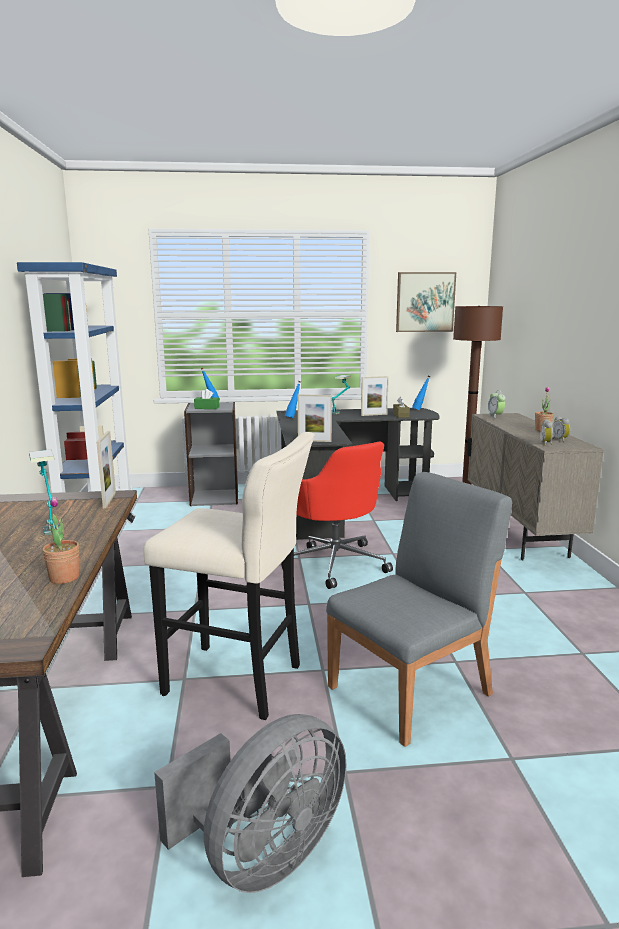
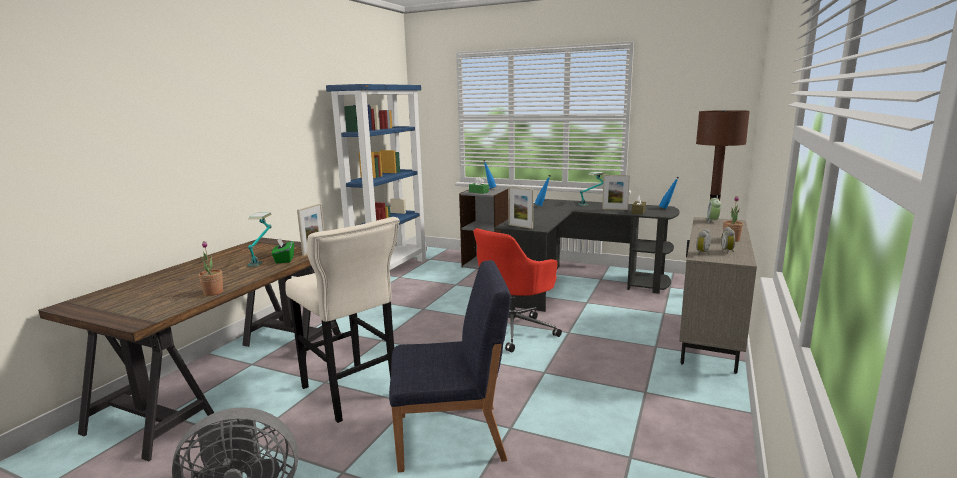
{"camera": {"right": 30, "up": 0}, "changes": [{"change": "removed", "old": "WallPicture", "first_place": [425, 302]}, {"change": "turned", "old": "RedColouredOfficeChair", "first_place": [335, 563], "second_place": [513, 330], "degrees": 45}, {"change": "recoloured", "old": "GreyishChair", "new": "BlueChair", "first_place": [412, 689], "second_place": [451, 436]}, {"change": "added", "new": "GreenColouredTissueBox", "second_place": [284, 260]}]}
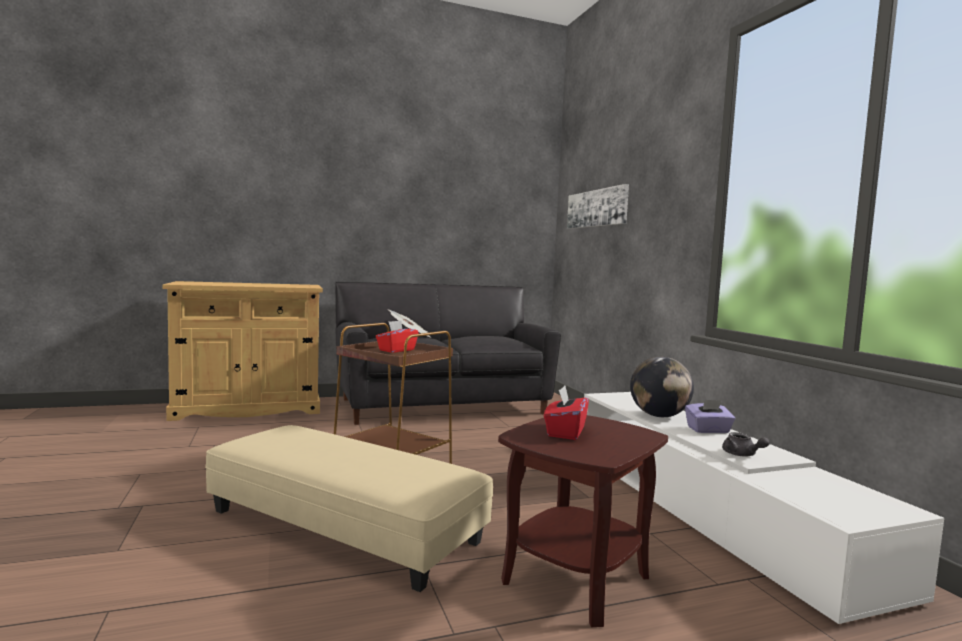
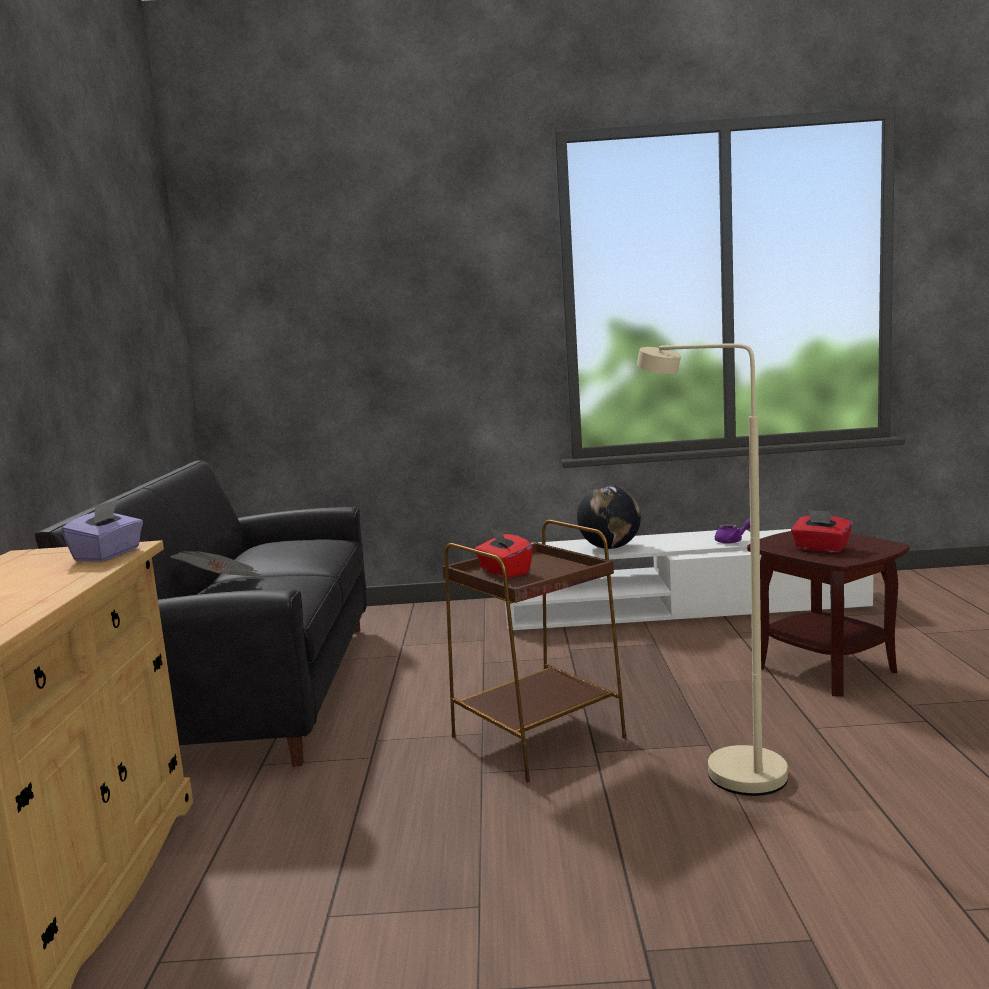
{"camera": {"right": -70, "up": 5}, "changes": [{"change": "removed", "old": "WallPicture", "first_place": [597, 208]}, {"change": "moved", "old": "PurpleColouredTissueBox", "first_place": [708, 430], "second_place": [108, 555]}, {"change": "replaced", "old": "BeigeColouredPouffe", "new": "BeigeColouredFloorLamp", "first_place": [343, 526], "second_place": [726, 769]}, {"change": "recoloured", "old": "GreyishPotForTea", "new": "PurpleColouredPotForTea", "first_place": [742, 455], "second_place": [733, 541]}]}
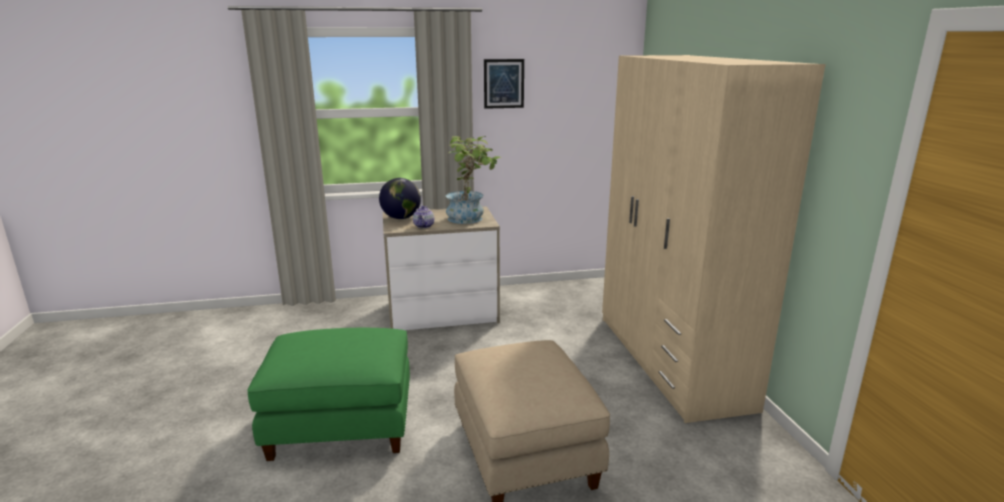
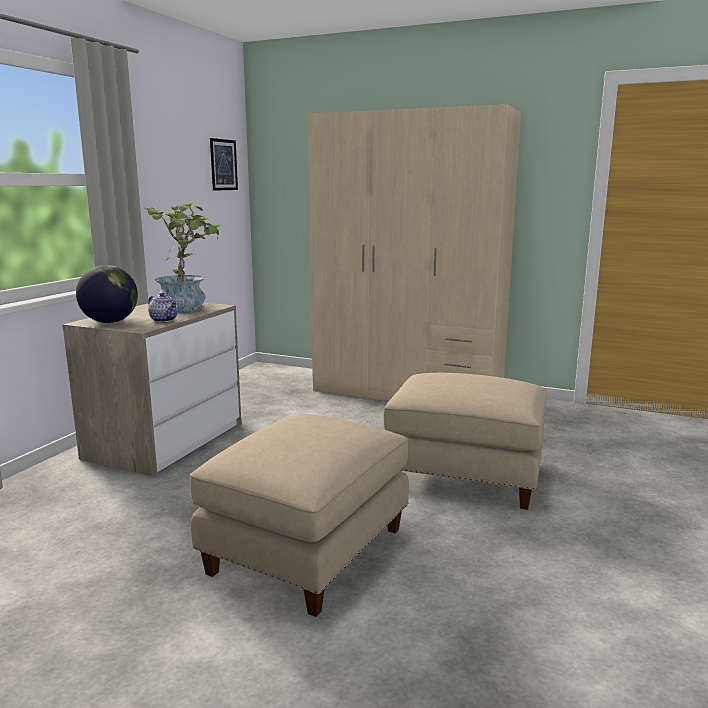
{"camera": {"right": -55, "up": -5}, "changes": [{"change": "moved", "old": "WallPicture", "first_place": [504, 83], "second_place": [223, 165]}, {"change": "recoloured", "old": "GreenColouredPouffe", "new": "BeigeColouredPouffe", "first_place": [342, 425], "second_place": [306, 549]}]}
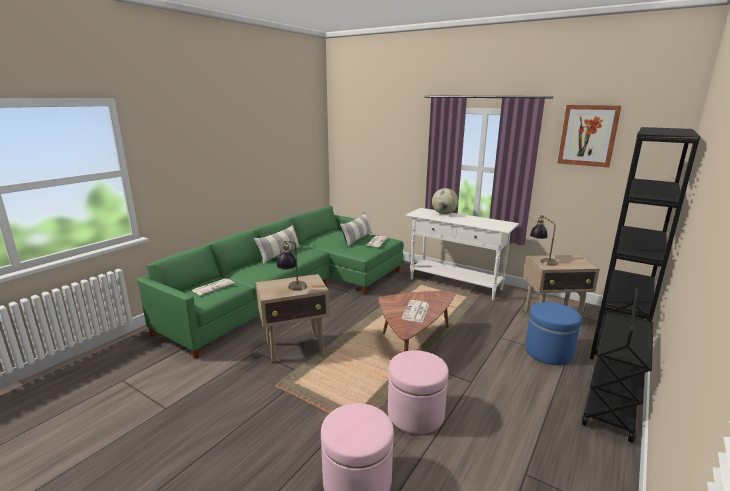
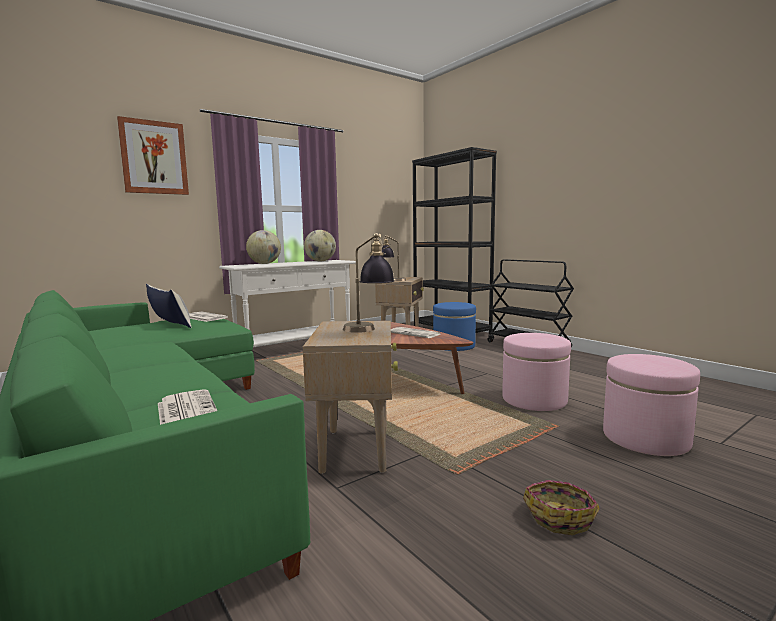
{"camera": {"right": -70, "up": -10}, "changes": [{"change": "moved", "old": "WallPicture", "first_place": [588, 135], "second_place": [154, 157]}, {"change": "removed", "old": "Pillow", "first_place": [279, 254]}, {"change": "added", "new": "Globe", "second_place": [320, 261]}, {"change": "added", "new": "HouseholdBasket", "second_place": [560, 516]}]}
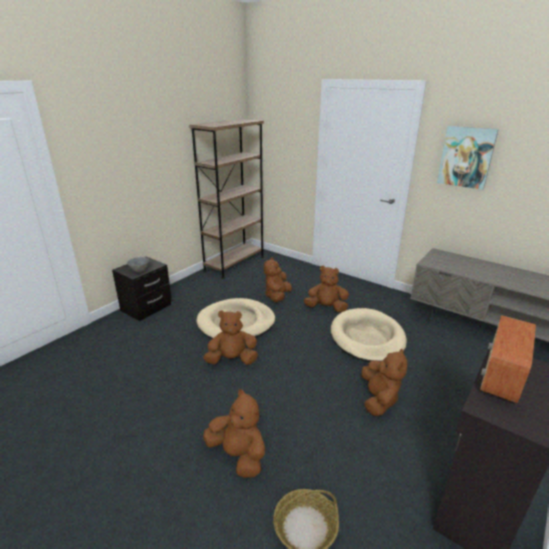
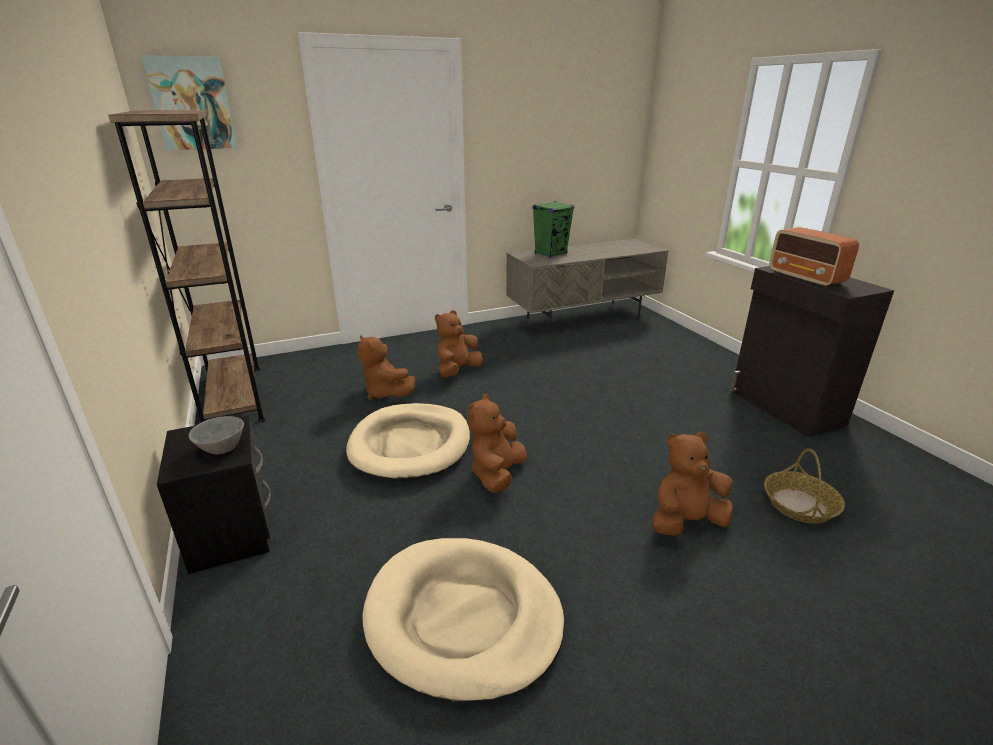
{"camera": {"right": -60, "up": 0}, "changes": [{"change": "moved", "old": "WallPicture", "first_place": [466, 157], "second_place": [192, 104]}, {"change": "moved", "old": "BeigeColouredDogCushion", "first_place": [367, 338], "second_place": [463, 619]}, {"change": "removed", "old": "BrownCuddlyToy", "first_place": [379, 399]}, {"change": "added", "new": "GreenColouredAudioSpeaker", "second_place": [551, 254]}]}
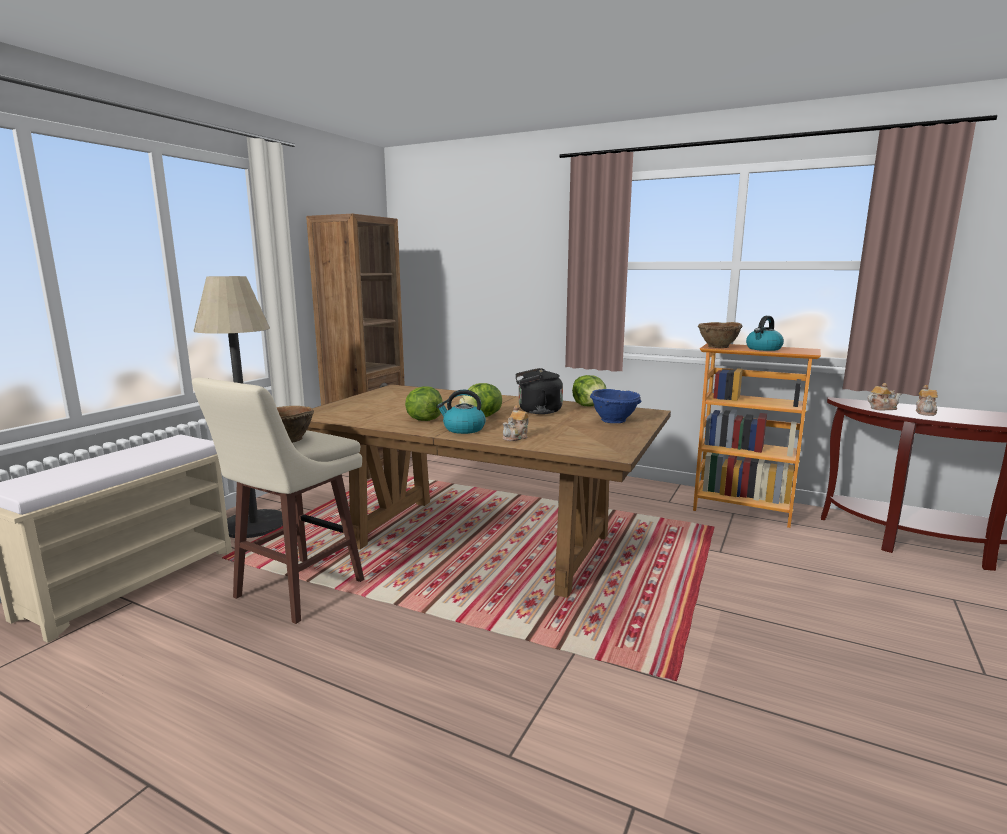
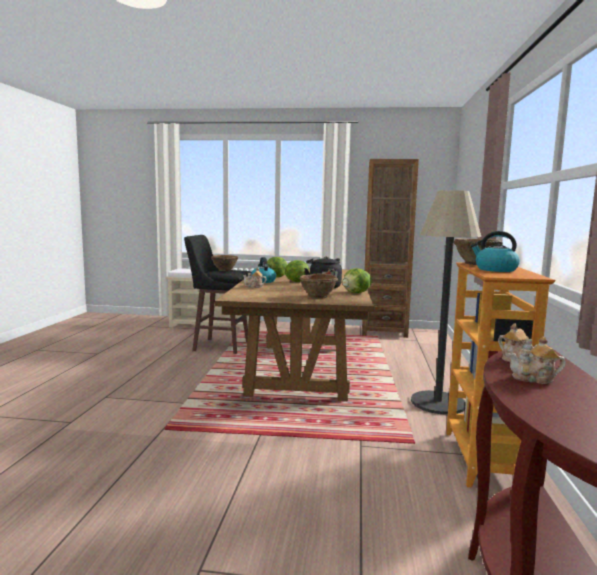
{"camera": {"right": 70, "up": -5}, "changes": [{"change": "moved", "old": "FloorLamp", "first_place": [254, 524], "second_place": [438, 403]}, {"change": "recoloured", "old": "BeigeColouredStool", "new": "BlackishStool", "first_place": [296, 590], "second_place": [220, 346]}, {"change": "recoloured", "old": "BlueBowl", "new": "BrownBowl", "first_place": [614, 420], "second_place": [318, 297]}]}
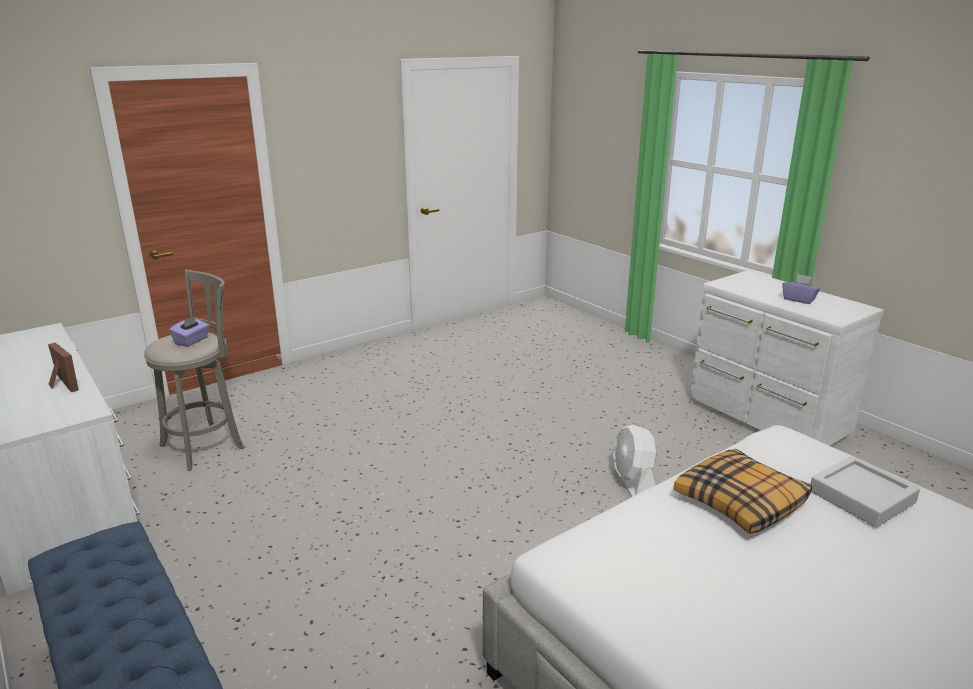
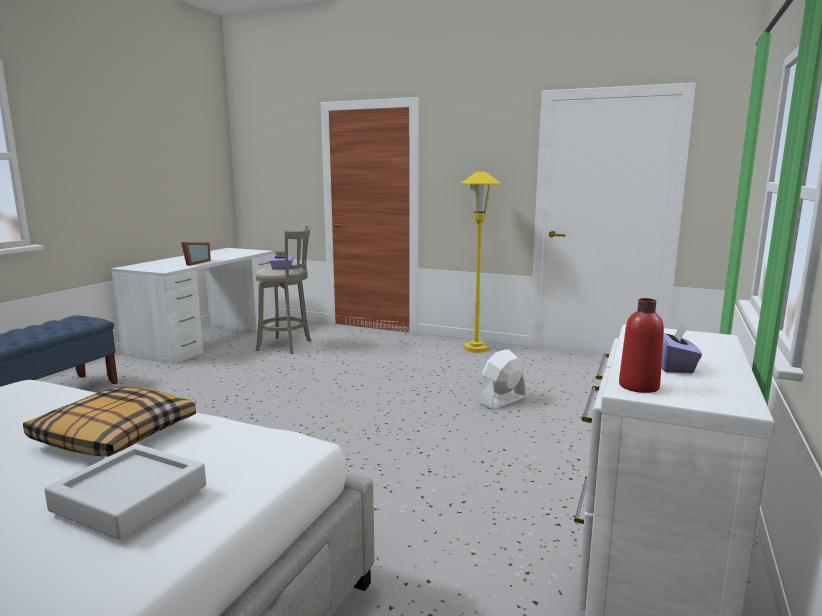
{"camera": {"right": 60, "up": -10}, "changes": [{"change": "moved", "old": "WhitishFan", "first_place": [633, 483], "second_place": [502, 400]}, {"change": "added", "new": "YellowFloorLamp", "second_place": [476, 349]}, {"change": "added", "new": "RedColouredBeverageBottle", "second_place": [638, 386]}]}
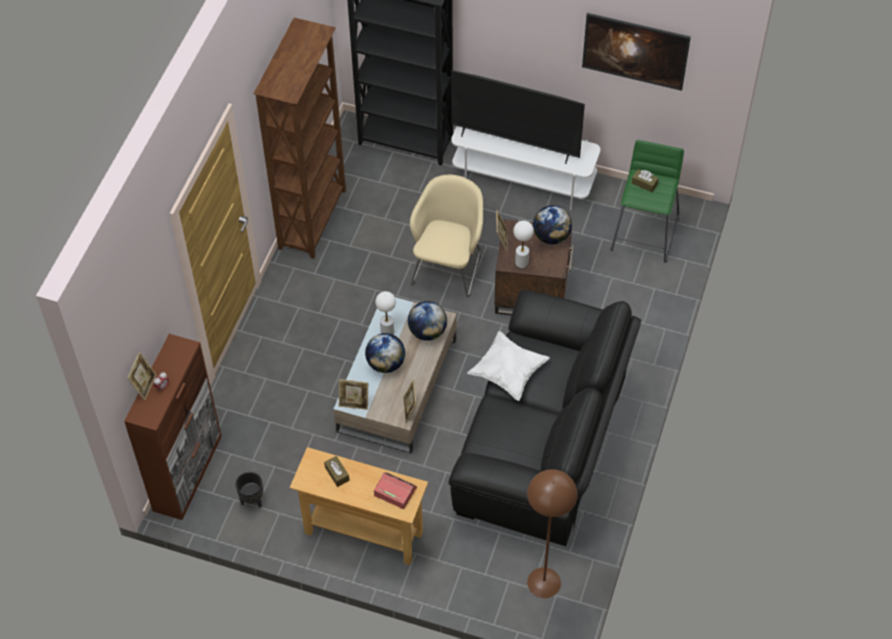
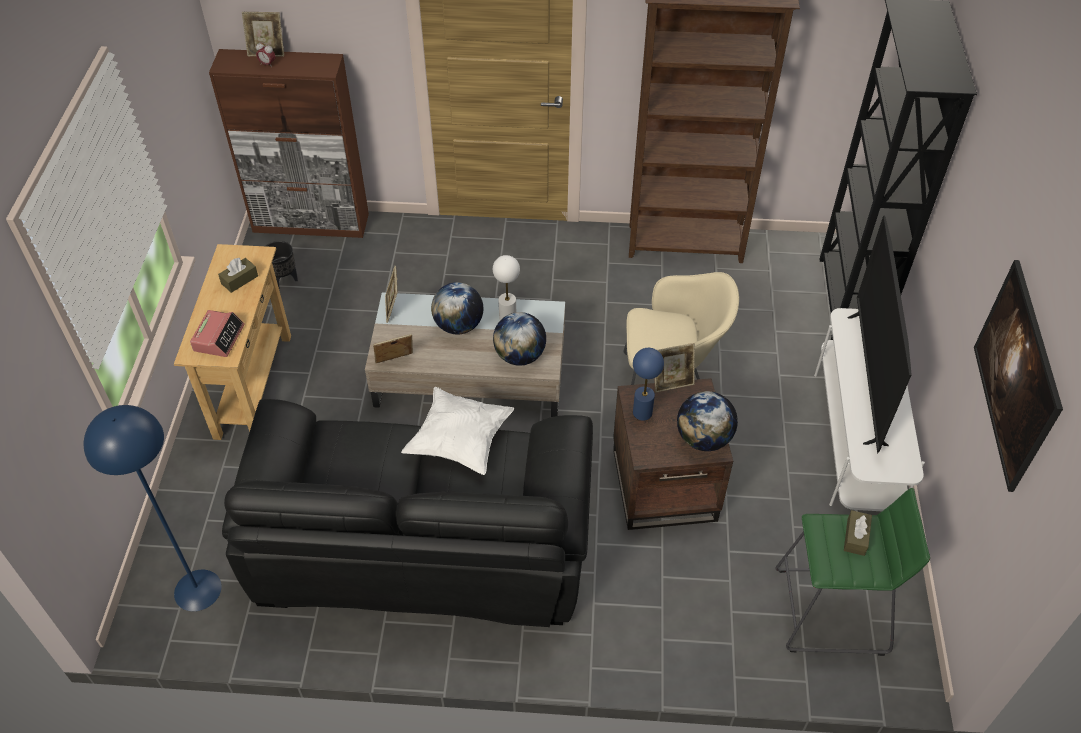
{"camera": {"right": 75, "up": -5}, "changes": [{"change": "recoloured", "old": "WhitishLampForATable", "new": "BlueLampForATable", "first_place": [521, 262], "second_place": [642, 412]}, {"change": "recoloured", "old": "BrownFloorLamp", "new": "BlueFloorLamp", "first_place": [544, 583], "second_place": [197, 590]}]}
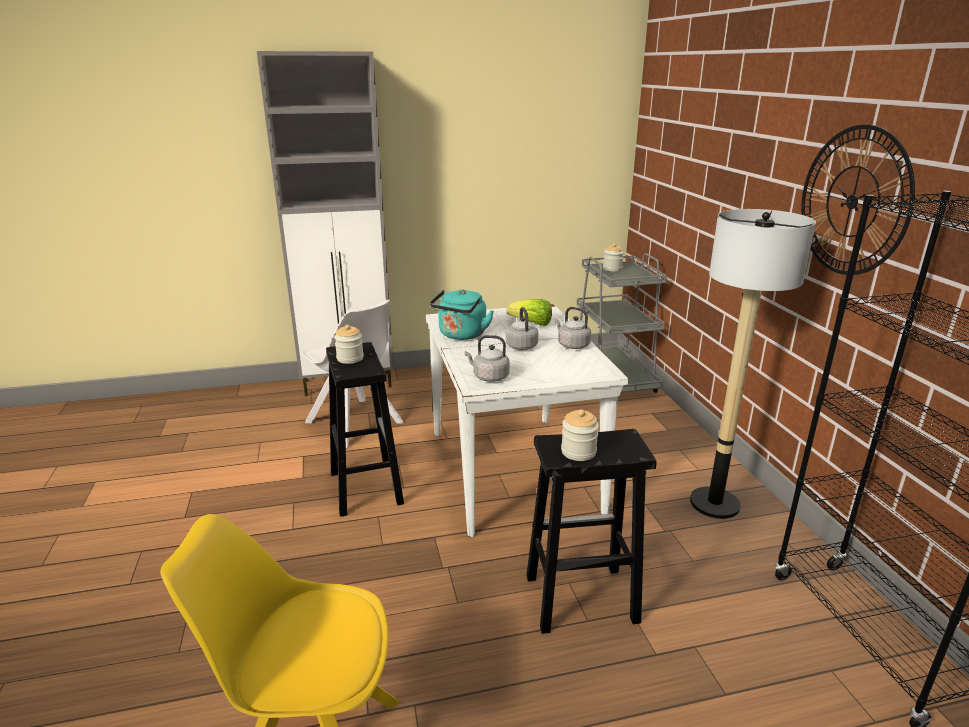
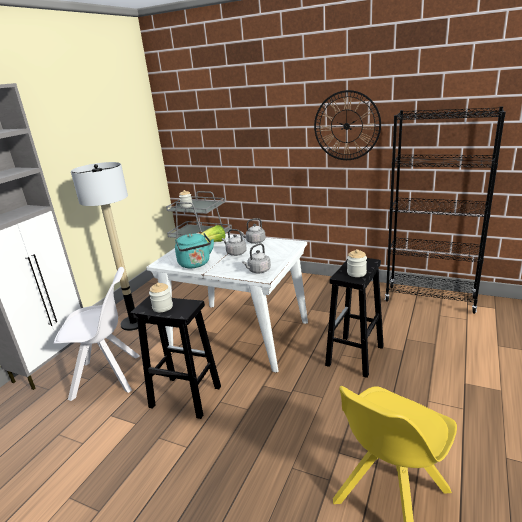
{"camera": {"right": -50, "up": 0}, "changes": [{"change": "moved", "old": "FloorLamp", "first_place": [714, 503], "second_place": [134, 323]}]}
